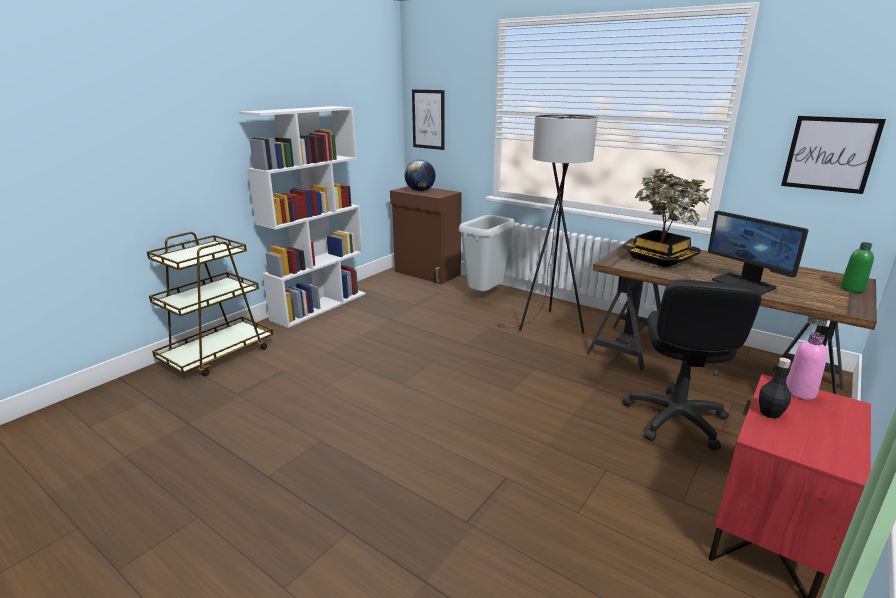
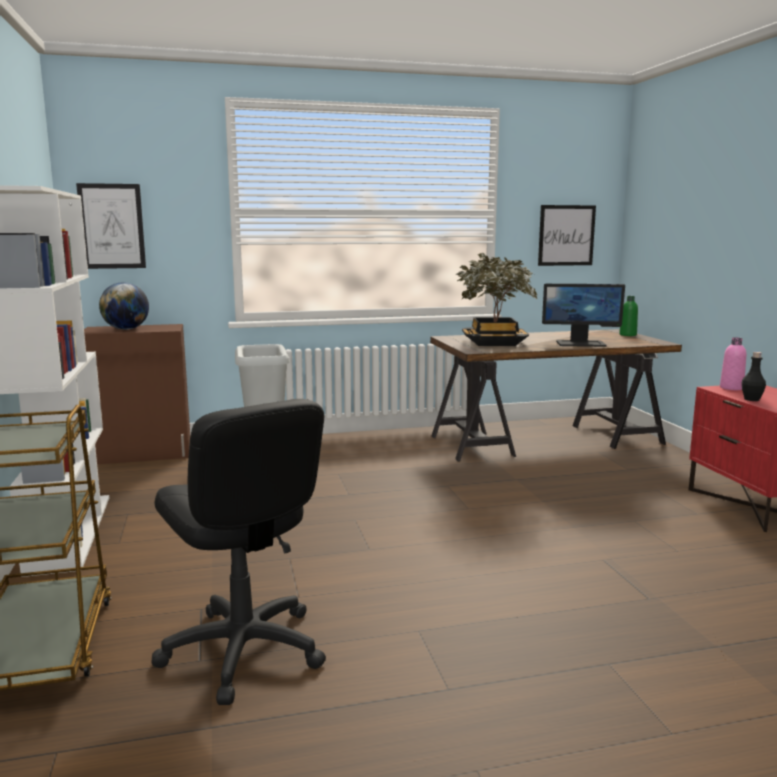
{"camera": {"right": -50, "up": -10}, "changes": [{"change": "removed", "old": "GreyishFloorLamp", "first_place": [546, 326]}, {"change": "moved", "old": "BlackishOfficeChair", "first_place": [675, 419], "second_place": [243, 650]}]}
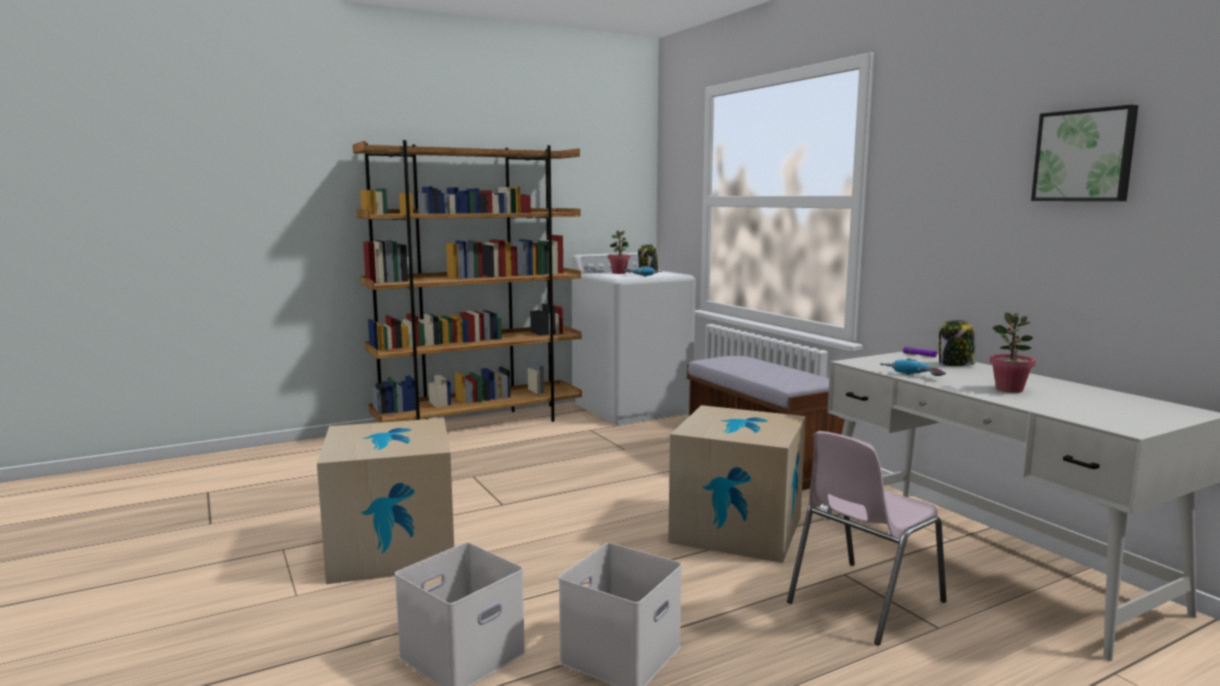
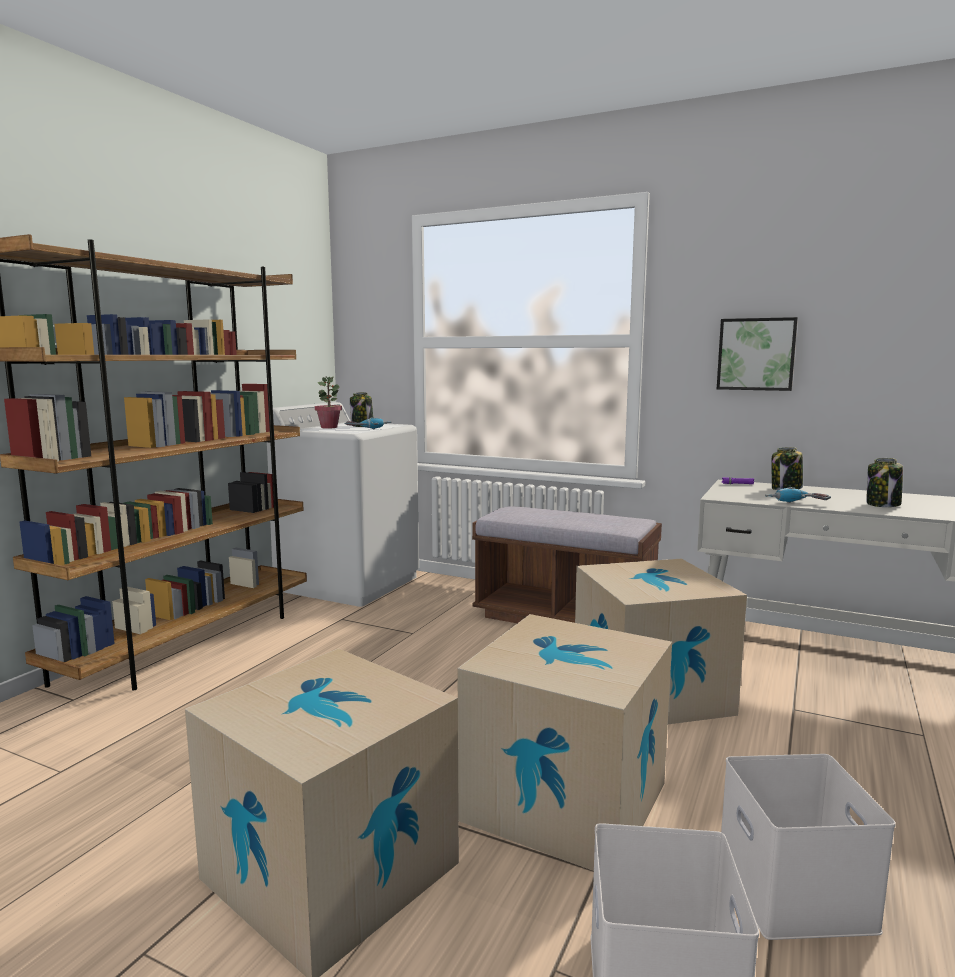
{"camera": {"right": -35, "up": 0}, "changes": [{"change": "moved", "old": "WallPicture", "first_place": [1084, 156], "second_place": [756, 354]}, {"change": "replaced", "old": "PlantInAPot", "new": "StorageJar", "first_place": [1009, 389], "second_place": [883, 504]}, {"change": "removed", "old": "PinkChair", "first_place": [862, 602]}, {"change": "added", "new": "CardboardBox", "second_place": [565, 801]}]}
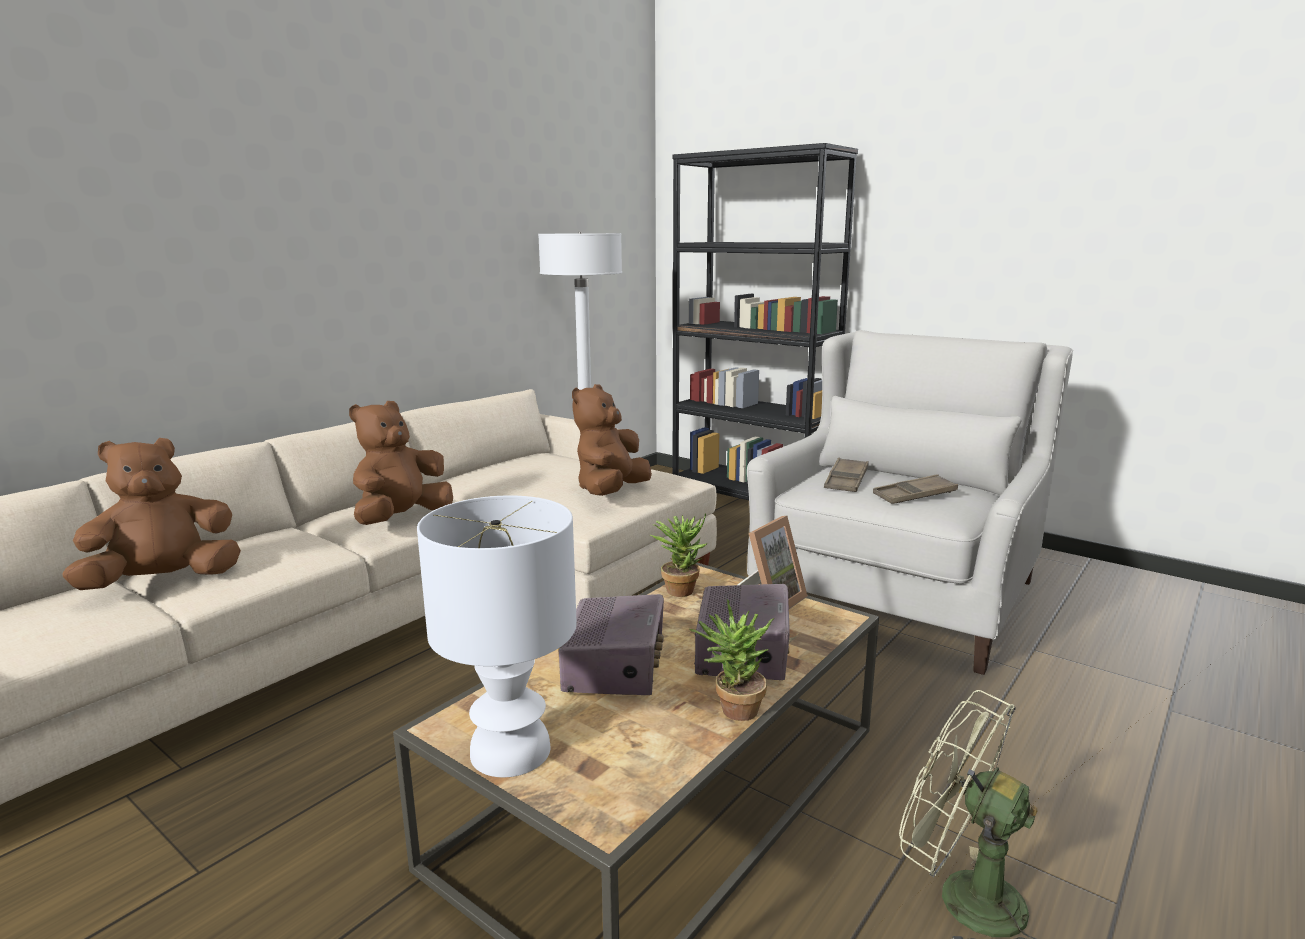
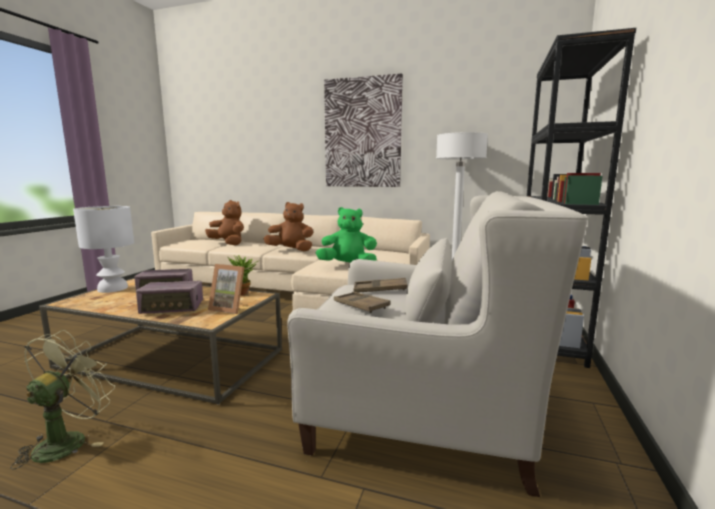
{"camera": {"right": 70, "up": -5}, "changes": [{"change": "recoloured", "old": "BrownCuddlyToy", "new": "GreenColouredCuddlyToy", "first_place": [611, 492], "second_place": [348, 265]}, {"change": "removed", "old": "PlantInAPot", "first_place": [732, 710]}, {"change": "added", "new": "WallPicture", "second_place": [362, 133]}]}
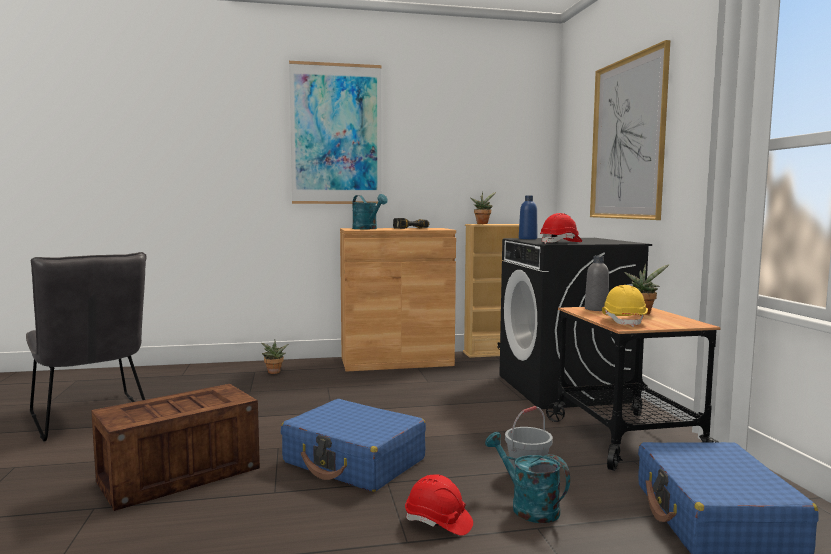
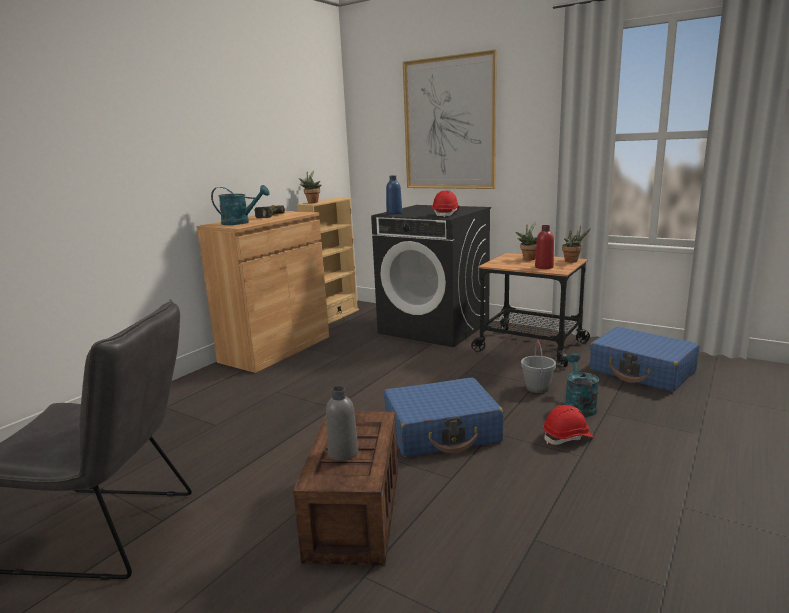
{"camera": {"right": -45, "up": 10}, "changes": [{"change": "removed", "old": "WallPicture", "first_place": [336, 134]}, {"change": "moved", "old": "GreyishBeverageBottle", "first_place": [596, 309], "second_place": [343, 453]}, {"change": "replaced", "old": "YellowSafetyHelmet", "new": "RedColouredBeverageBottle", "first_place": [623, 321], "second_place": [544, 267]}, {"change": "moved", "old": "PlantInAPot", "first_place": [274, 373], "second_place": [573, 261]}, {"change": "turned", "old": "BlueGreenWateringCan", "first_place": [527, 507], "second_place": [578, 405], "degrees": 90}]}
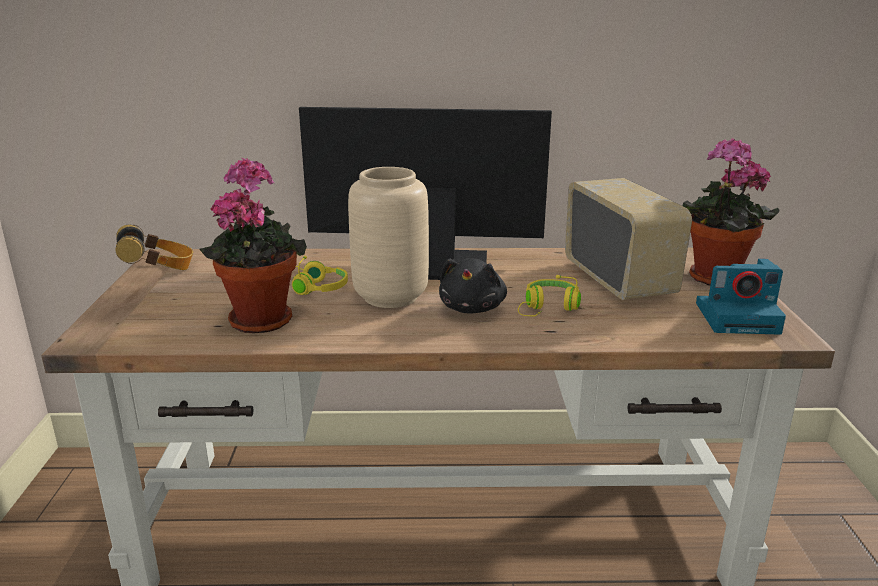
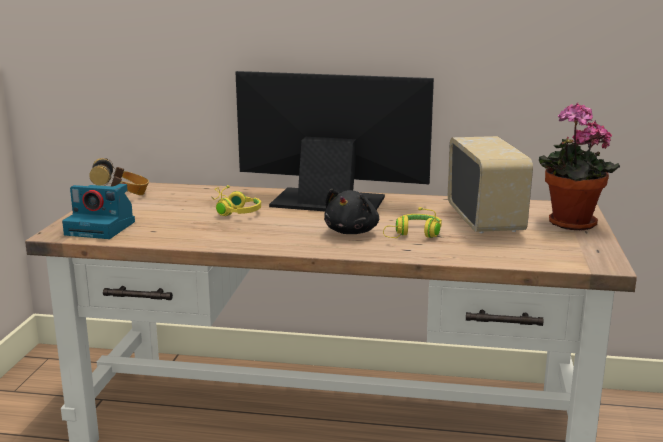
{"camera": {"right": 10, "up": -5}, "changes": [{"change": "removed", "old": "PlantInAPot", "first_place": [261, 318]}, {"change": "removed", "old": "BeigeColouredDecorativeVase", "first_place": [389, 297]}, {"change": "moved", "old": "StillCamera", "first_place": [738, 317], "second_place": [102, 228]}]}
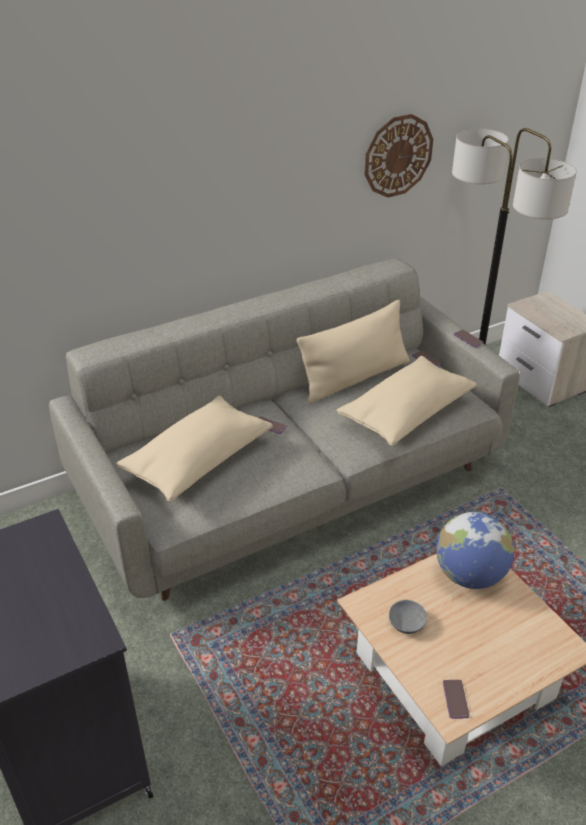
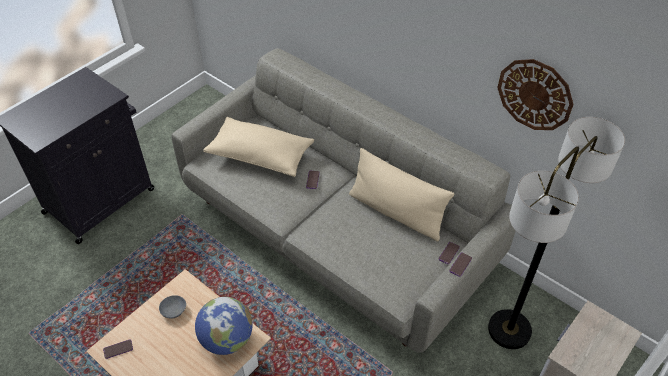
{"camera": {"right": 70, "up": 10}, "changes": [{"change": "removed", "old": "BeigeColouredPillow", "first_place": [406, 413]}]}
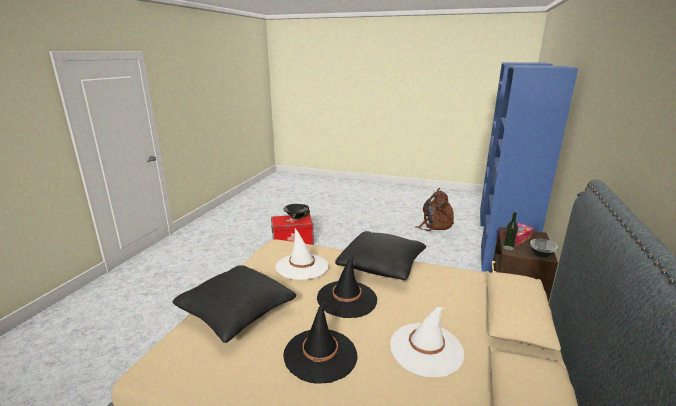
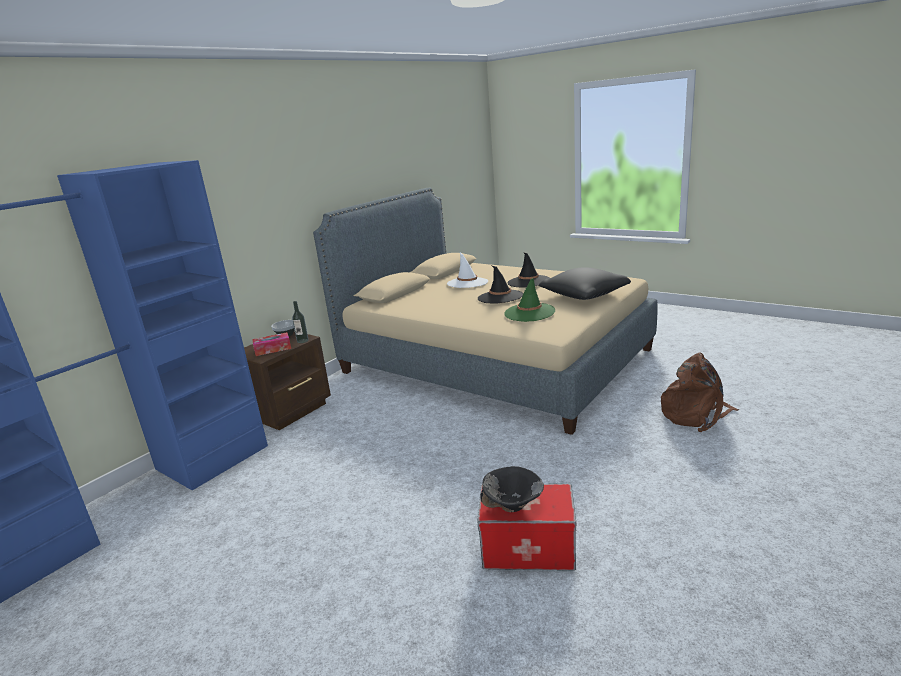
{"camera": {"right": -160, "up": 0}, "changes": [{"change": "moved", "old": "BrownBackpack", "first_place": [435, 224], "second_place": [696, 414]}, {"change": "recoloured", "old": "WhitishWearableHat", "new": "GreenColouredWearableHat", "first_place": [302, 266], "second_place": [529, 312]}, {"change": "removed", "old": "BlackishPillow", "first_place": [381, 265]}]}
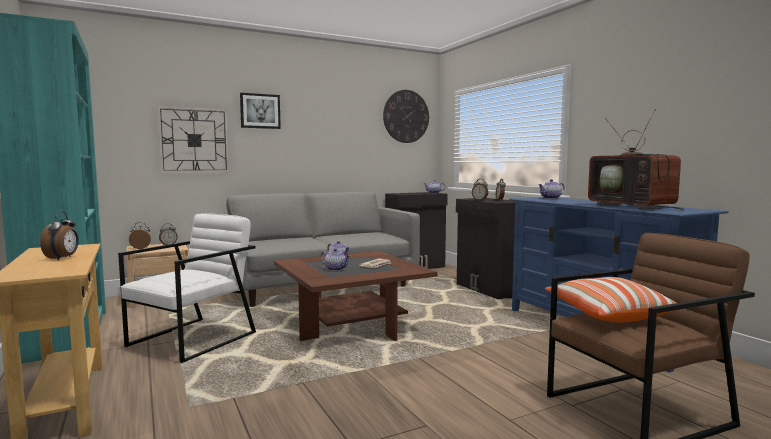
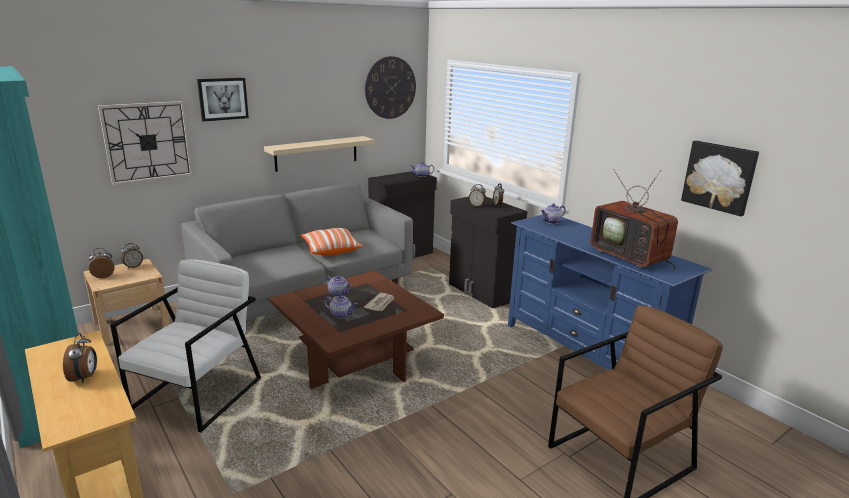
{"camera": {"right": -10, "up": 15}, "changes": [{"change": "moved", "old": "Pillow", "first_place": [607, 314], "second_place": [330, 250]}, {"change": "added", "new": "BeigeColouredShelf", "second_place": [316, 153]}, {"change": "added", "new": "WallPicture", "second_place": [719, 177]}]}
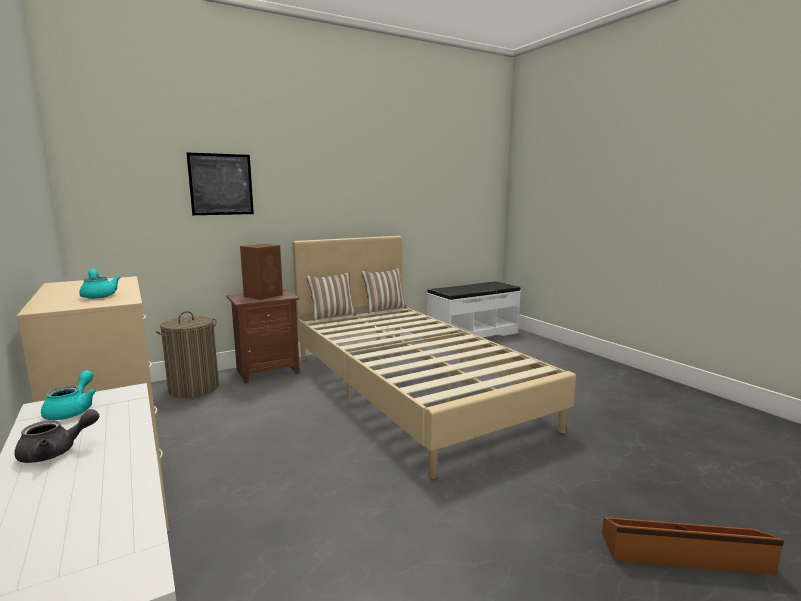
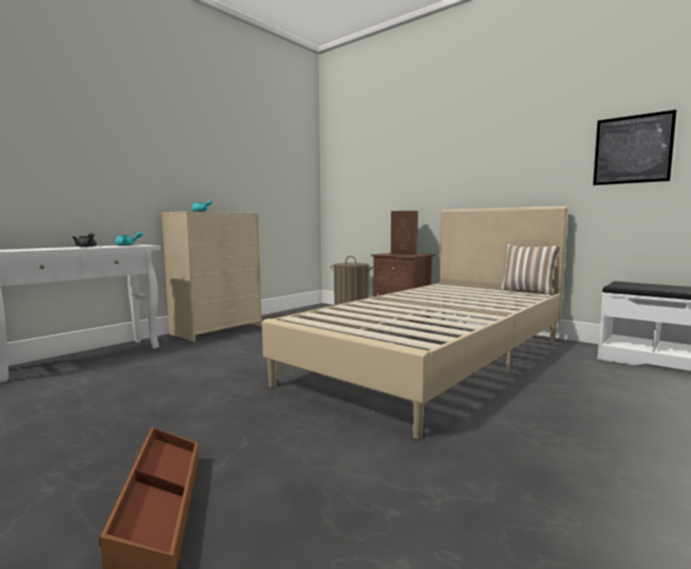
{"camera": {"right": 70, "up": -5}, "changes": [{"change": "moved", "old": "WallPicture", "first_place": [221, 184], "second_place": [632, 149]}, {"change": "removed", "old": "Pillow", "first_place": [332, 316]}]}
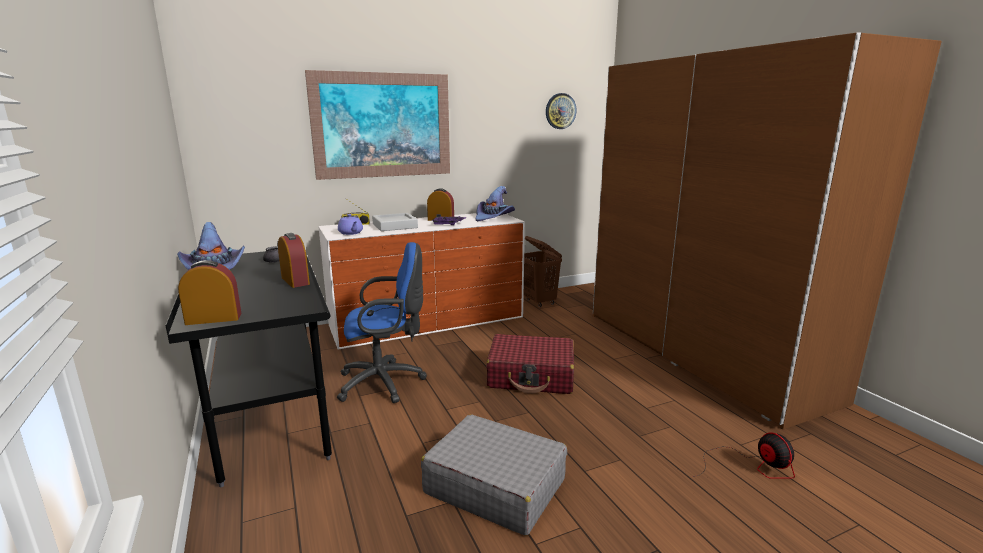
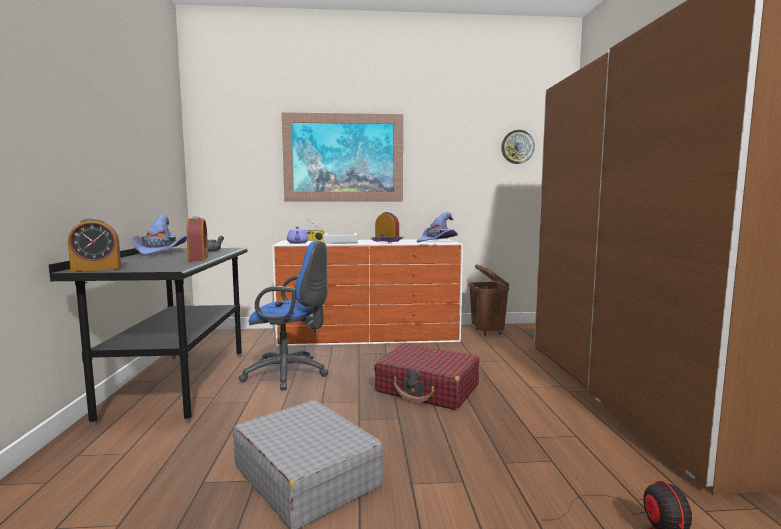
{"camera": {"right": 20, "up": -10}, "changes": [{"change": "turned", "old": "BedsideClock", "first_place": [213, 319], "second_place": [96, 269], "degrees": 150}]}
